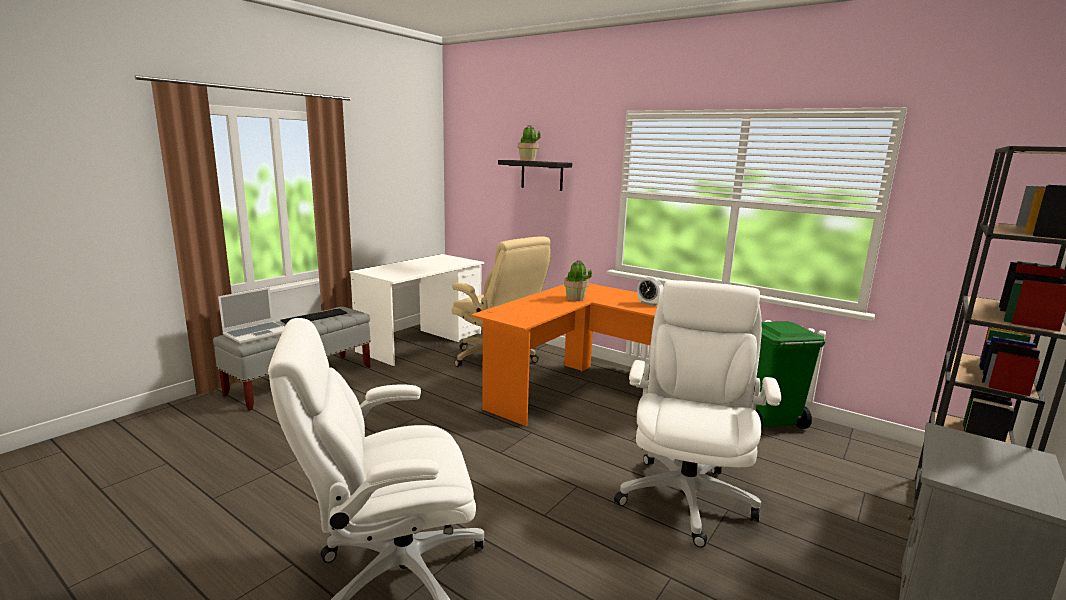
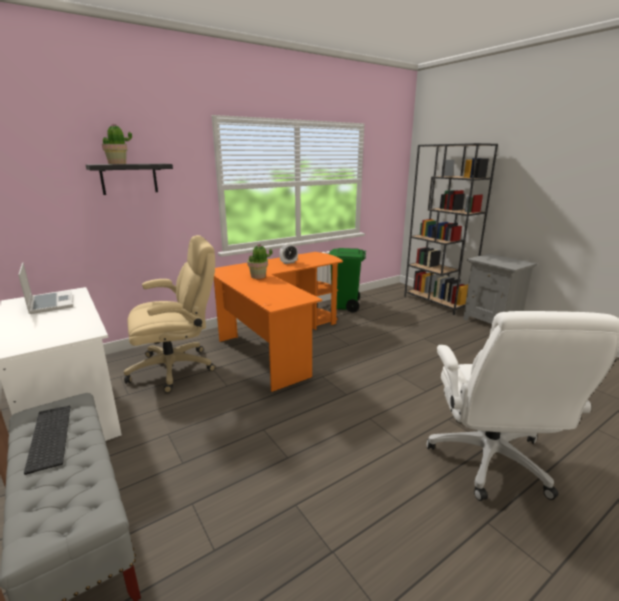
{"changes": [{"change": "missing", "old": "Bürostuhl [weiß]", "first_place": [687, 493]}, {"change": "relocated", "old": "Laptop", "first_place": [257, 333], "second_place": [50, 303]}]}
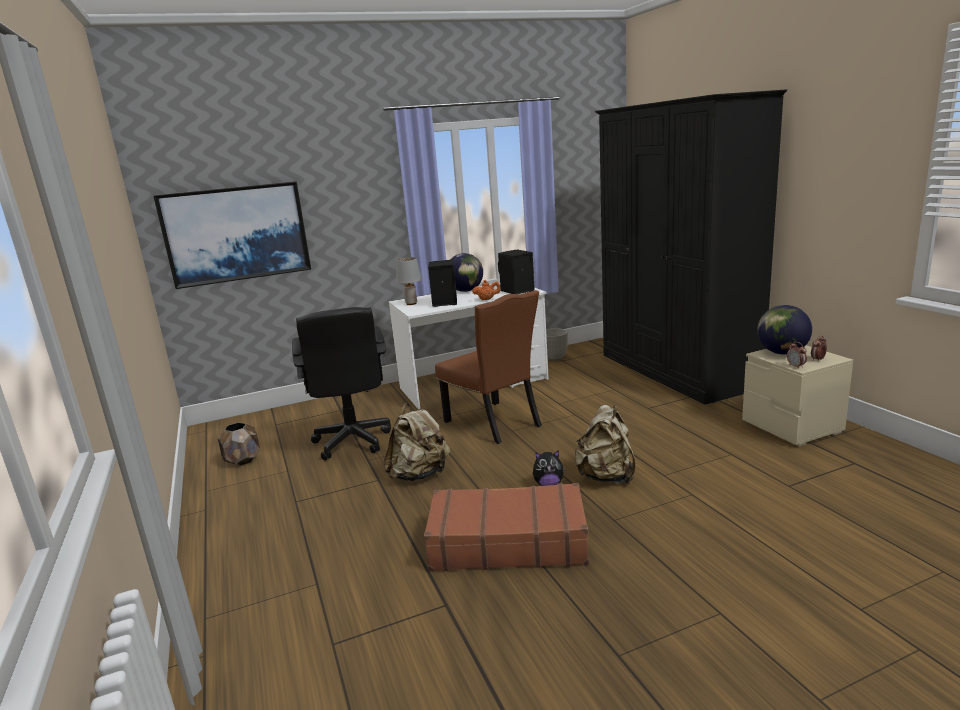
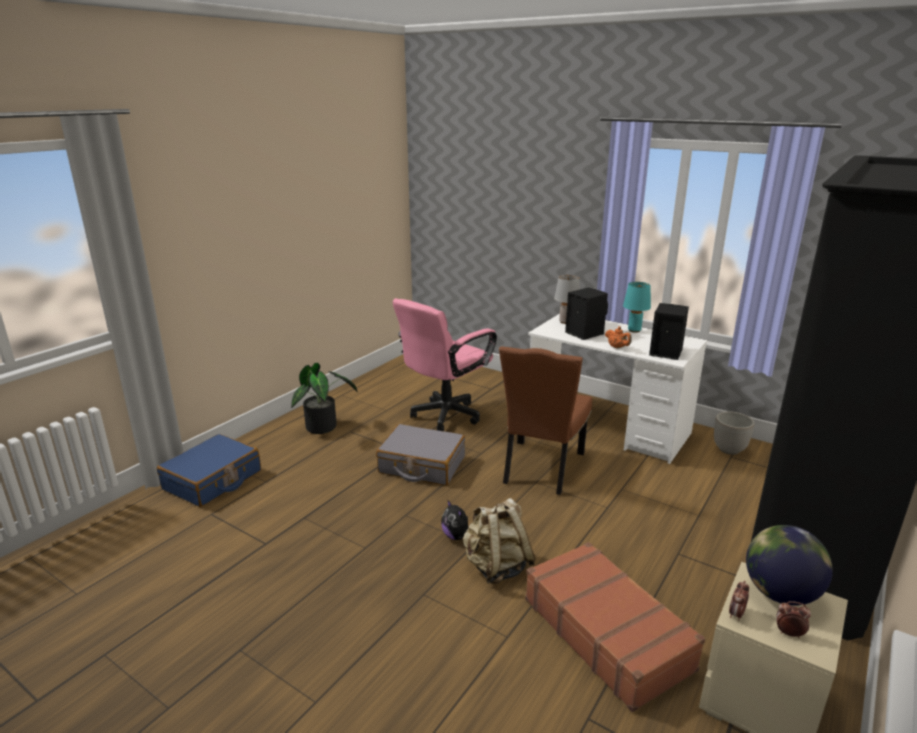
{"changes": [{"change": "missing", "old": "Bild", "first_place": [236, 233]}, {"change": "exchanged", "old": "Globus", "new": "Tischlampe [türkis]", "first_place": [466, 291], "second_place": [634, 330]}, {"change": "colour", "old": "Bürostuhl [schwarz]", "new": "Bürostuhl [rosa]", "first_place": [353, 444], "second_place": [444, 418]}, {"change": "exchanged", "old": "Rucksack [beige]", "new": "Koffer [grau]", "first_place": [419, 475], "second_place": [421, 465]}, {"change": "missing", "old": "Pflanzkübel [braun]", "first_place": [243, 460]}, {"change": "relocated", "old": "Koffer [braun]", "first_place": [507, 542], "second_place": [606, 632]}, {"change": "appeared", "new": "Topfpflanze", "second_place": [325, 427]}, {"change": "appeared", "new": "Koffer [blau]", "second_place": [213, 480]}]}
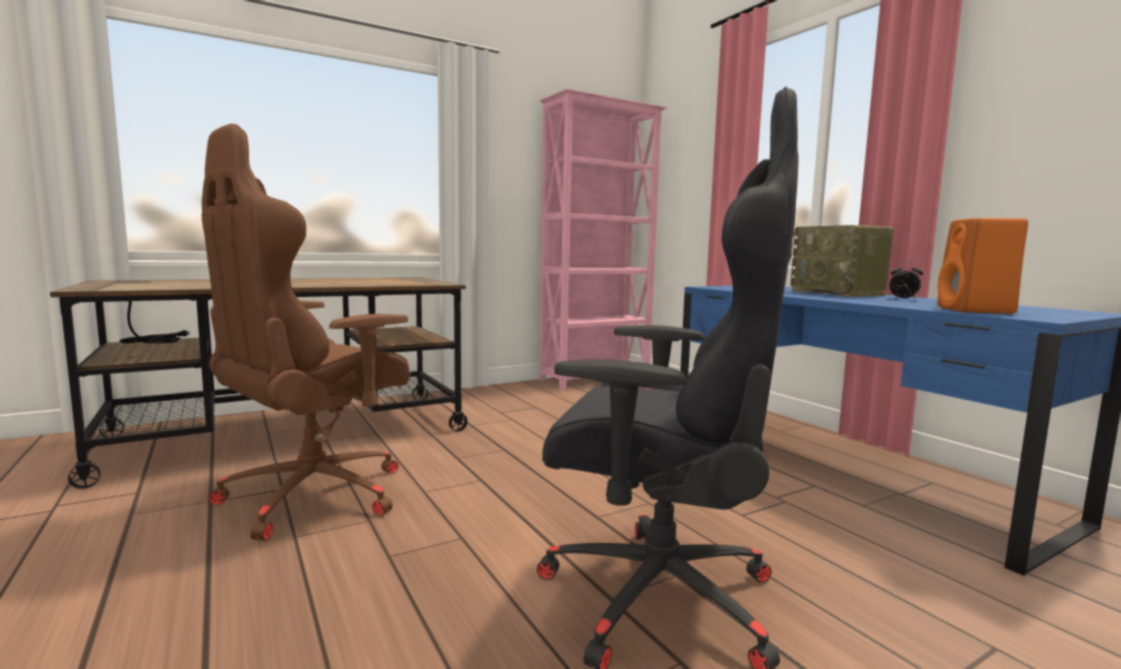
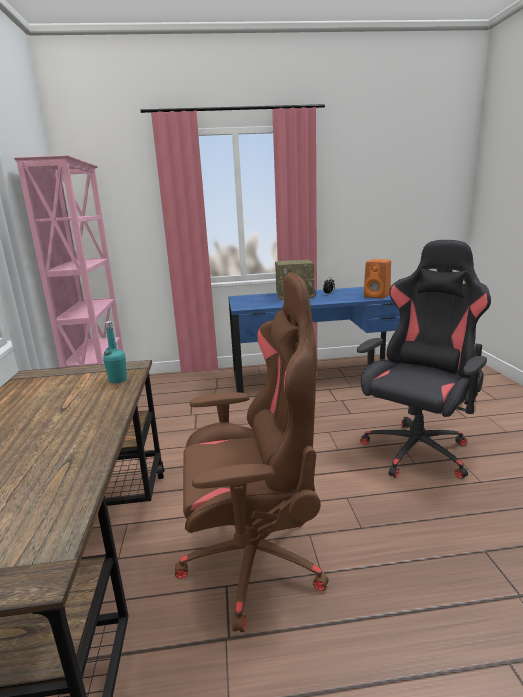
{"changes": [{"change": "spun", "old": "Bürostuhl [braun]", "first_place": [316, 495], "second_place": [251, 563], "degrees": -75}, {"change": "appeared", "new": "Flasche [türkis]", "second_place": [118, 380]}]}
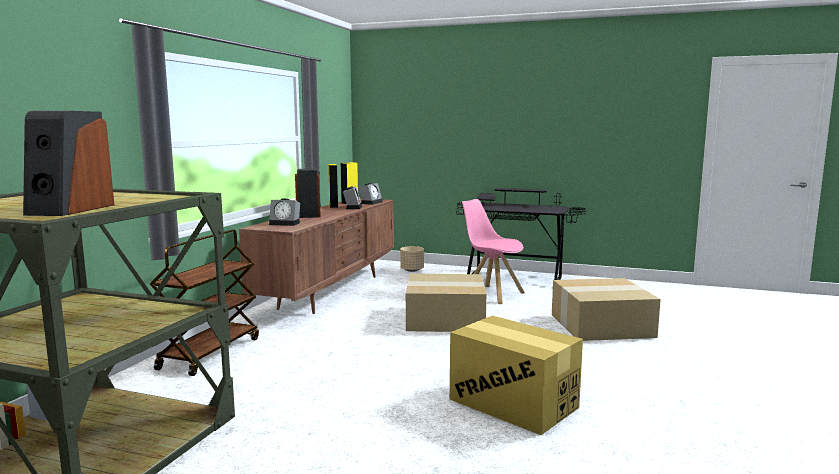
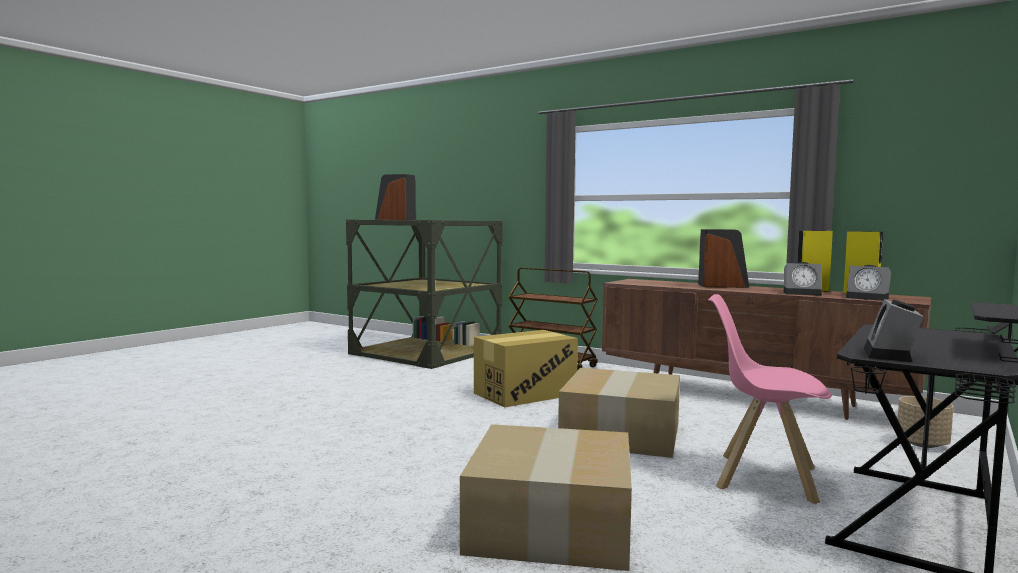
{"changes": [{"change": "relocated", "old": "Wecker", "first_place": [286, 223], "second_place": [891, 355]}, {"change": "spun", "old": "Stuhl [rosa]", "first_place": [491, 294], "second_place": [762, 477], "degrees": -120}, {"change": "relocated", "old": "Karton", "first_place": [513, 403], "second_place": [525, 394]}]}
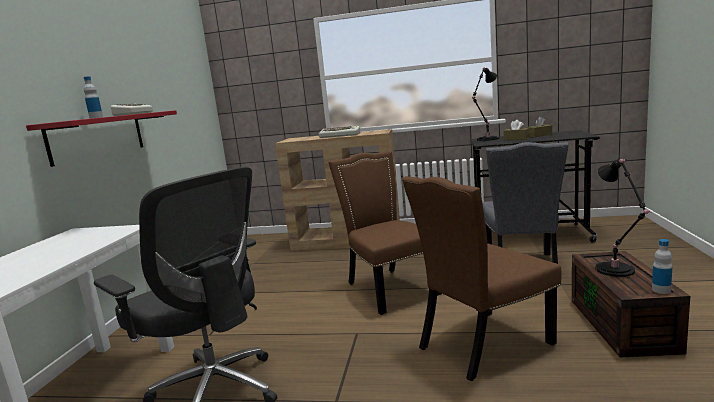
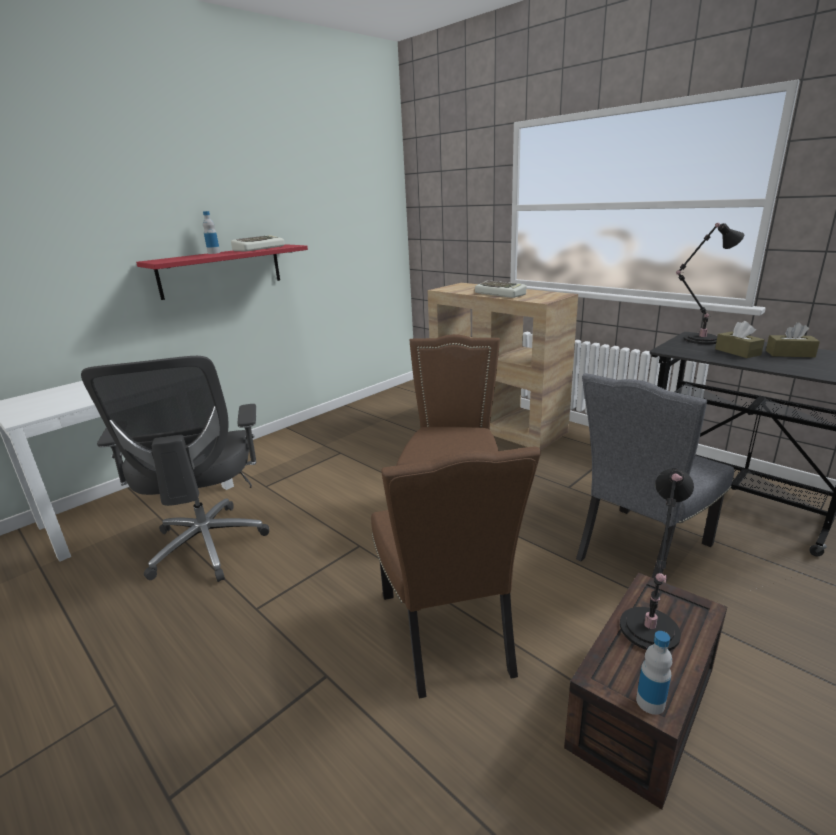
{"changes": [{"change": "spun", "old": "Stuhl [braun]", "first_place": [485, 343], "second_place": [448, 628], "degrees": -105}]}
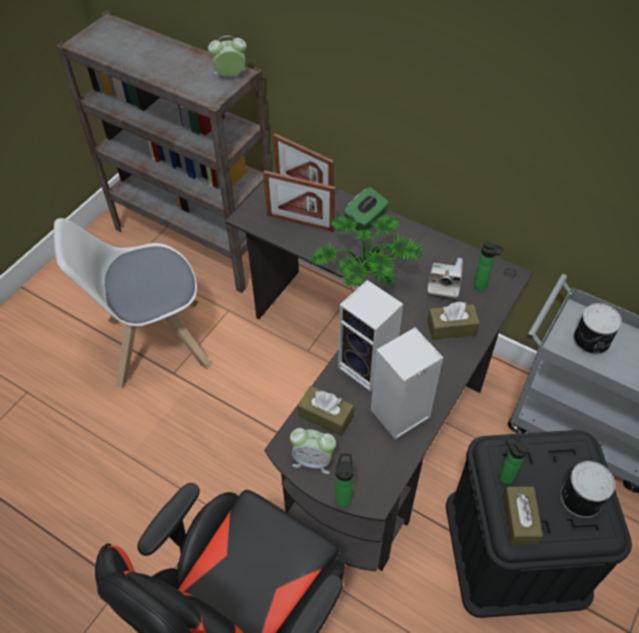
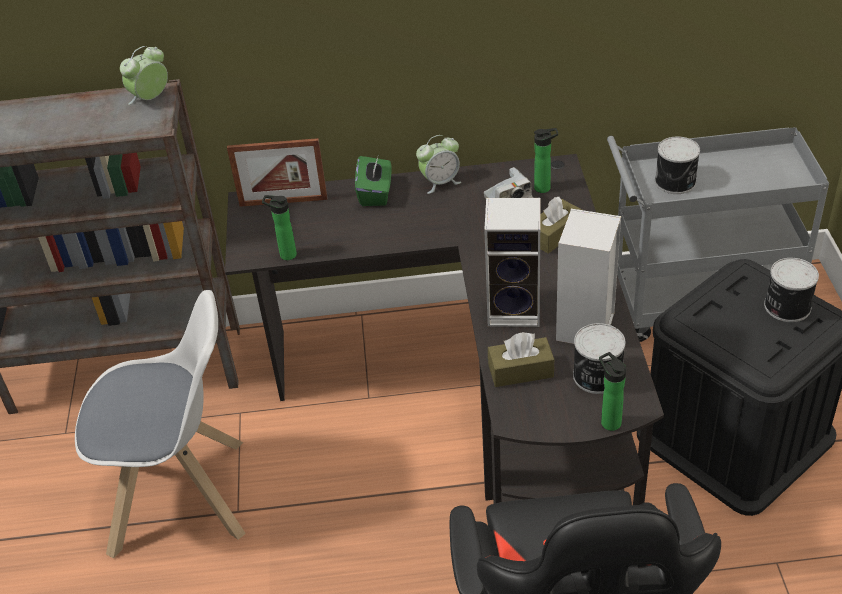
{"changes": [{"change": "missing", "old": "Bilderrahmen", "first_place": [300, 222]}, {"change": "missing", "old": "Topfpflanze", "first_place": [365, 277]}, {"change": "spun", "old": "Stuhl", "first_place": [155, 343], "second_place": [183, 496], "degrees": -135}, {"change": "relocated", "old": "Wecker", "first_place": [313, 460], "second_place": [440, 182]}, {"change": "relocated", "old": "Flasche", "first_place": [504, 475], "second_place": [285, 255]}, {"change": "missing", "old": "Taschentuchbox [braun]", "first_place": [519, 519]}, {"change": "appeared", "new": "Dose", "second_place": [597, 376]}]}
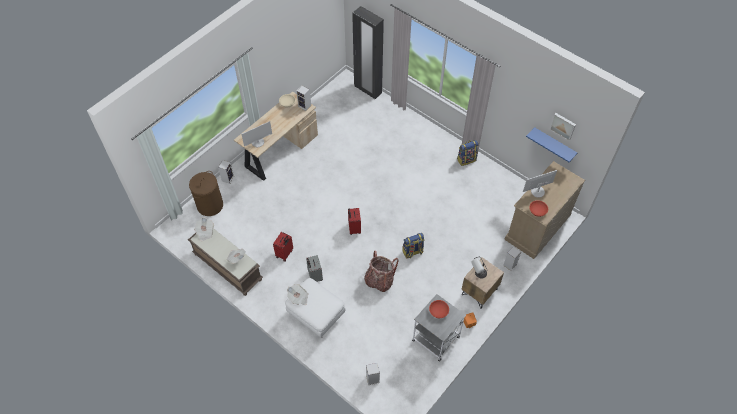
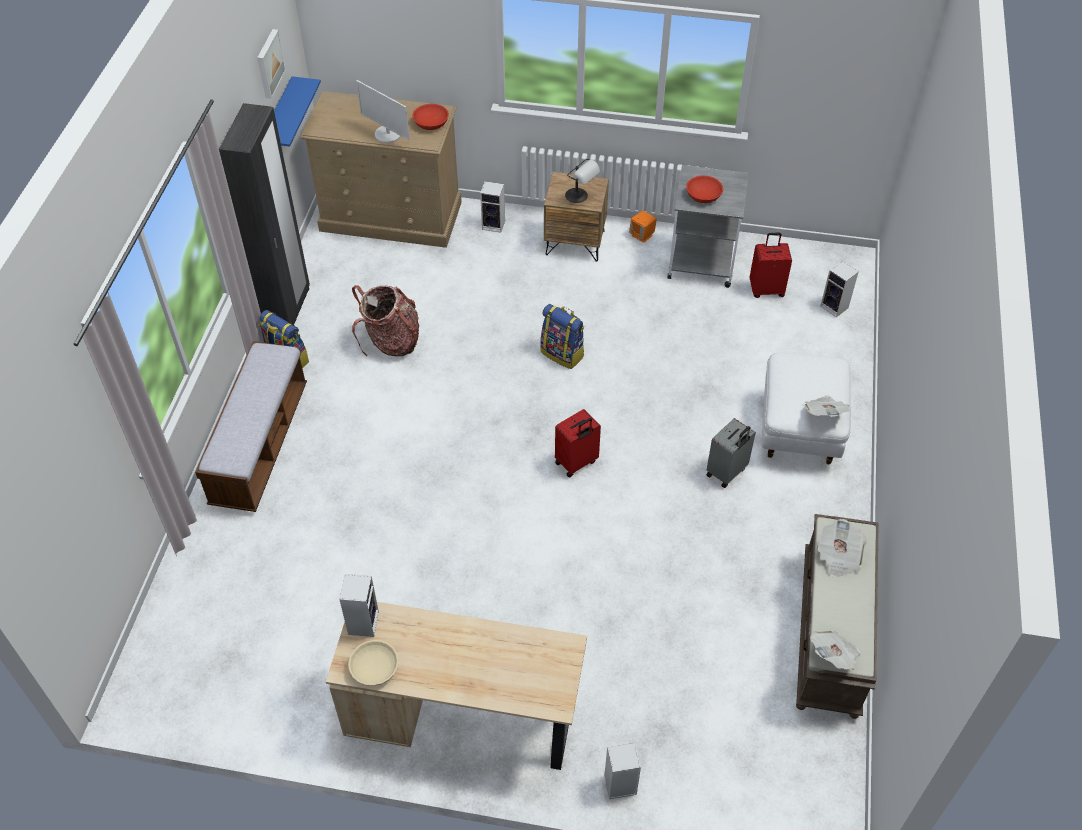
{"changes": [{"change": "relocated", "old": "Kleiderschrank [schwarz]", "first_place": [367, 90], "second_place": [288, 310]}, {"change": "missing", "old": "Monitor", "first_place": [258, 142]}, {"change": "missing", "old": "Wäschekorb [braun]", "first_place": [210, 205]}, {"change": "relocated", "old": "Koffer [rot]", "first_place": [285, 254], "second_place": [766, 289]}, {"change": "relocated", "old": "Rucksack", "first_place": [379, 280], "second_place": [391, 341]}, {"change": "appeared", "new": "Bank", "second_place": [260, 444]}]}
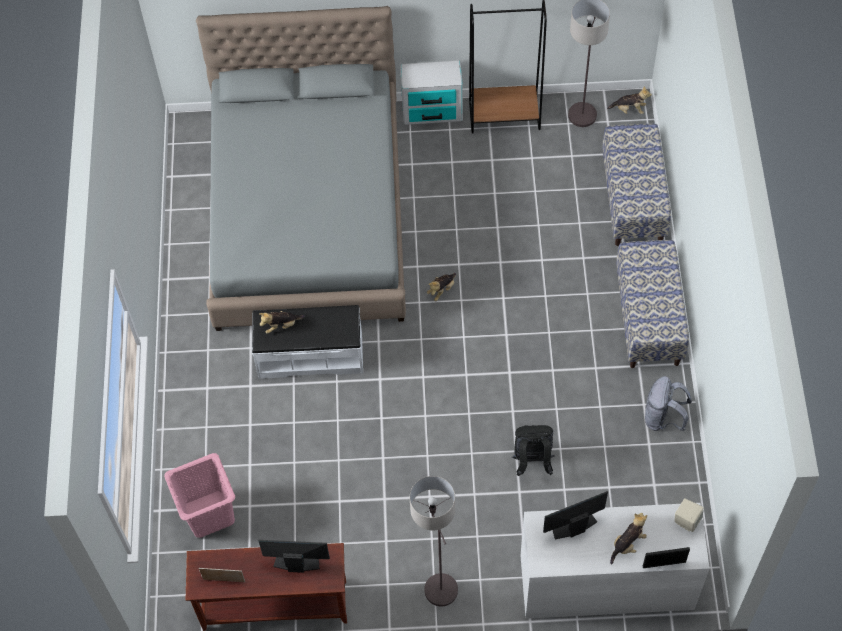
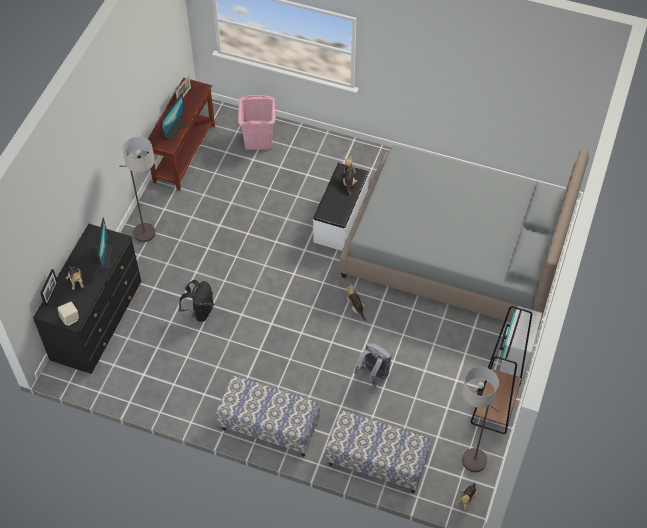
{"changes": [{"change": "relocated", "old": "Rucksack [grau]", "first_place": [663, 418], "second_place": [373, 374]}, {"change": "colour", "old": "Kommode [weiß]", "new": "Kommode [schwarz]", "first_place": [605, 581], "second_place": [97, 319]}]}
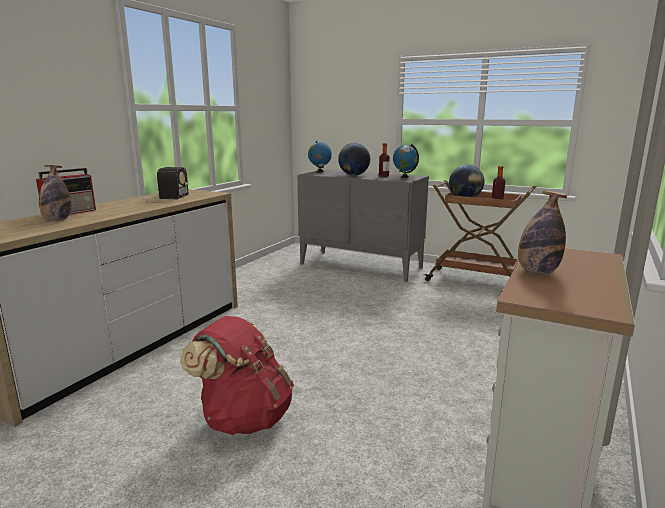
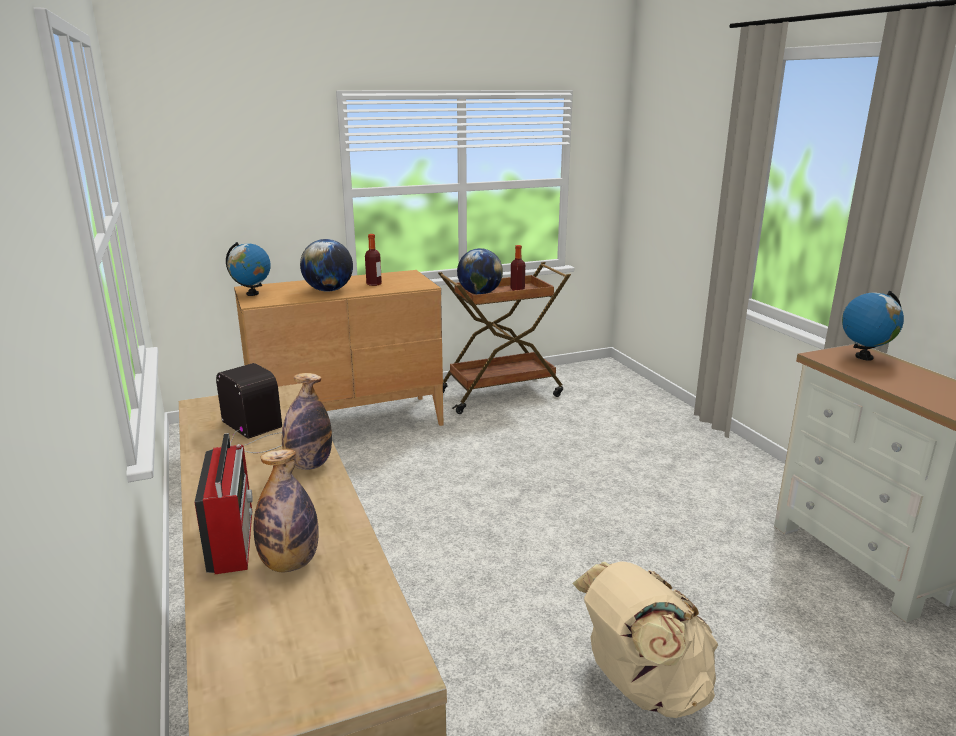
{"changes": [{"change": "relocated", "old": "Globus", "first_place": [405, 177], "second_place": [864, 357]}, {"change": "colour", "old": "Schrank [grau]", "new": "Schrank [braun]", "first_place": [360, 266], "second_place": [348, 425]}, {"change": "relocated", "old": "Flasche", "first_place": [537, 272], "second_place": [308, 465]}, {"change": "colour", "old": "Rucksack [rot]", "new": "Rucksack [beige]", "first_place": [244, 418], "second_place": [642, 686]}]}
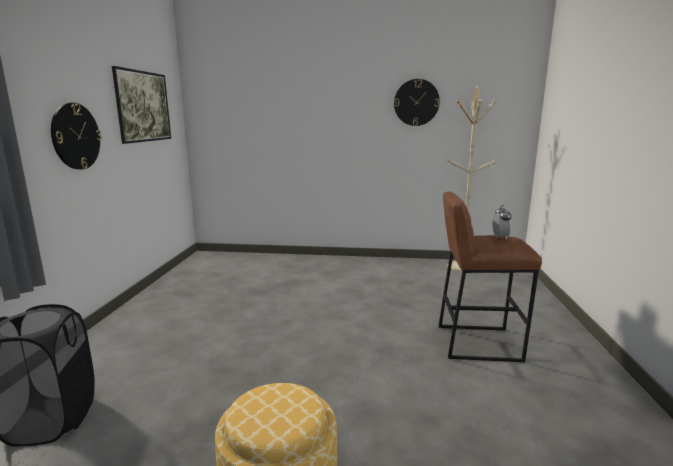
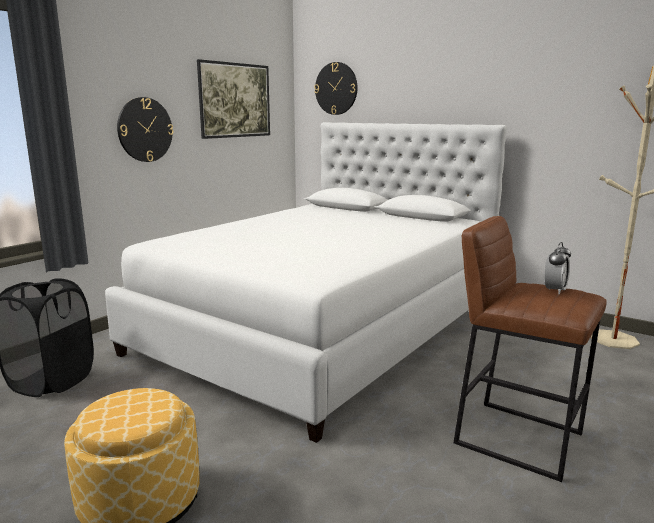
{"changes": [{"change": "relocated", "old": "Wanduhr", "first_place": [416, 102], "second_place": [336, 88]}, {"change": "appeared", "new": "Bett [weiß]", "second_place": [325, 327]}]}
